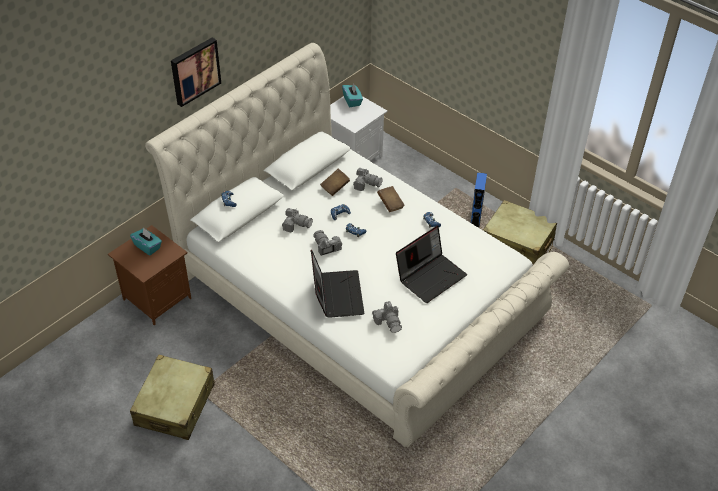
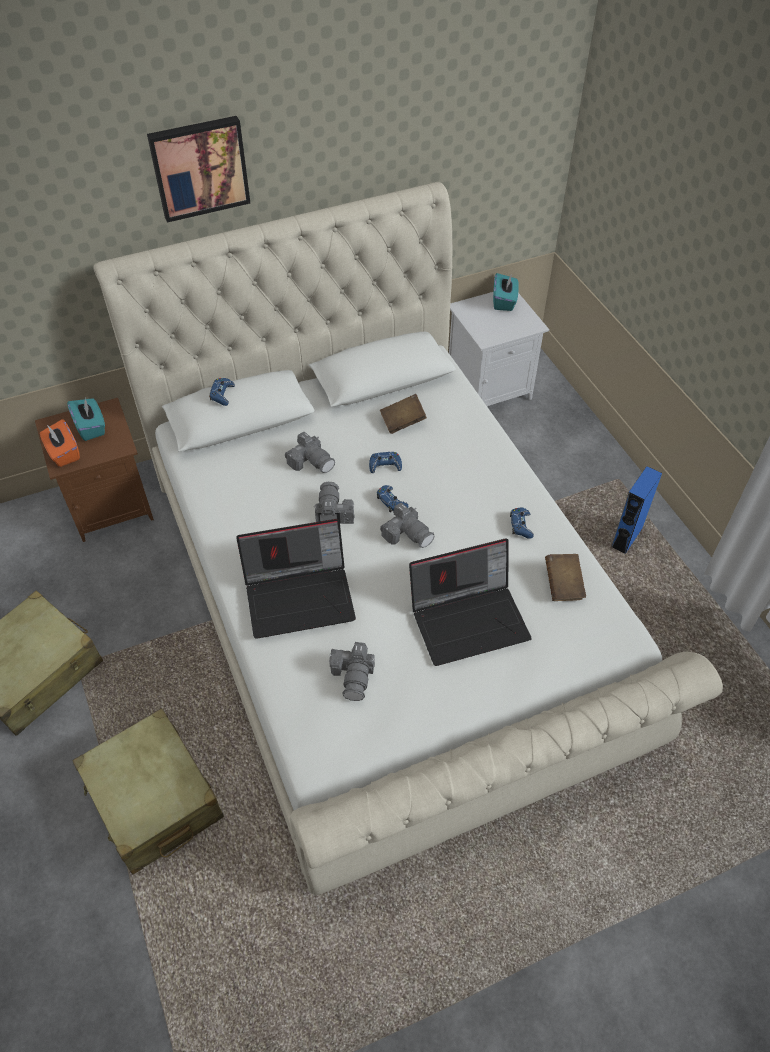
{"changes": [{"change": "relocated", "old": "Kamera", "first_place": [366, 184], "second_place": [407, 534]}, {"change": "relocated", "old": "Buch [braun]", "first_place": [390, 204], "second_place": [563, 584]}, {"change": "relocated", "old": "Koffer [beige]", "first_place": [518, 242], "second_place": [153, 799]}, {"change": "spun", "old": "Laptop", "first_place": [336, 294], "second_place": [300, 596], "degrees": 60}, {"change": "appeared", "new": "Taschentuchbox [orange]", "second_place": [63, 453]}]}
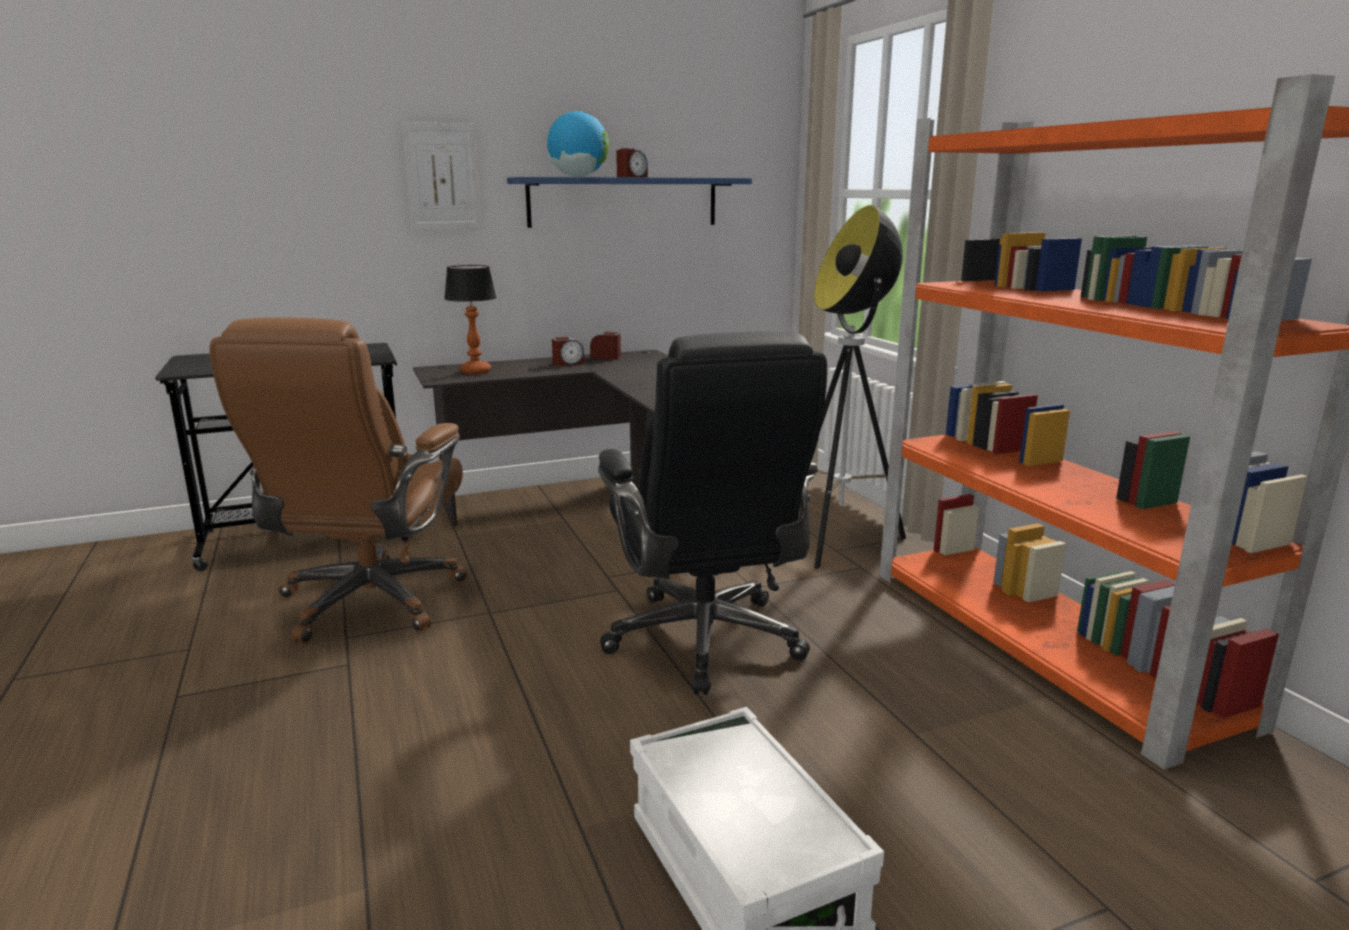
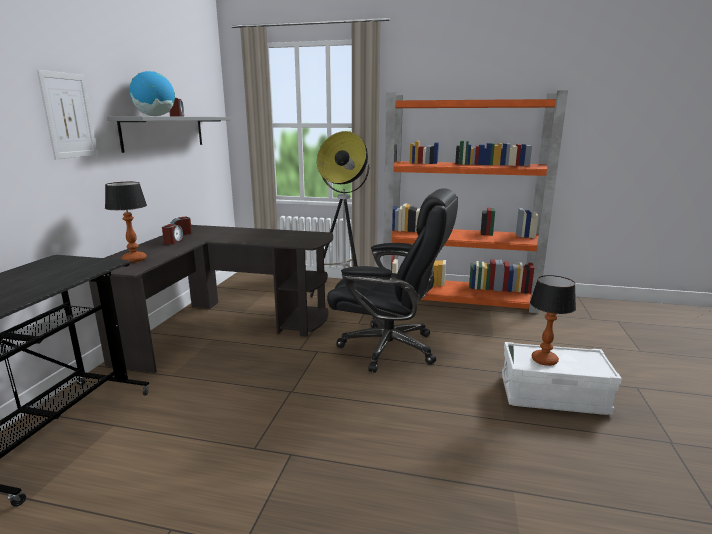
{"changes": [{"change": "colour", "old": "Wandregal [blau]", "new": "Wandregal [grau]", "first_place": [624, 202], "second_place": [164, 132]}, {"change": "missing", "old": "Bürostuhl [braun]", "first_place": [372, 600]}, {"change": "appeared", "new": "Tischlampe", "second_place": [544, 360]}]}
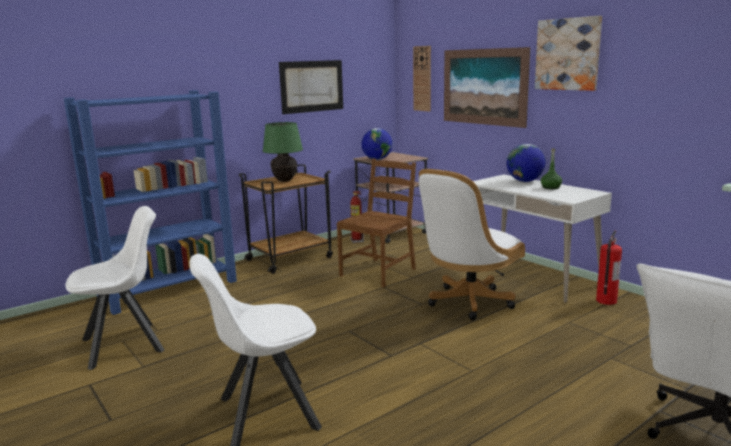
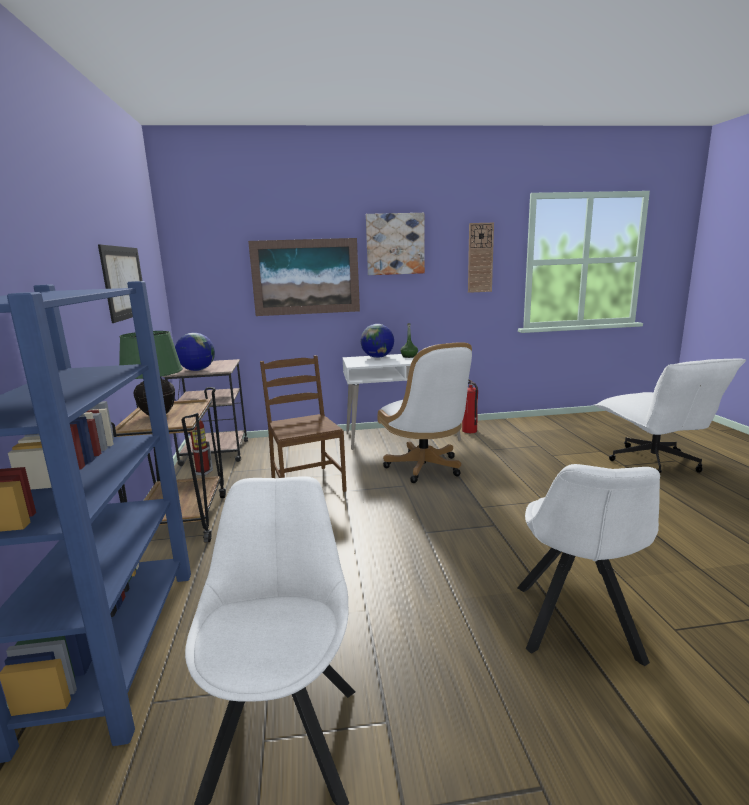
{"changes": [{"change": "relocated", "old": "Wanduhr", "first_place": [422, 78], "second_place": [480, 258]}]}
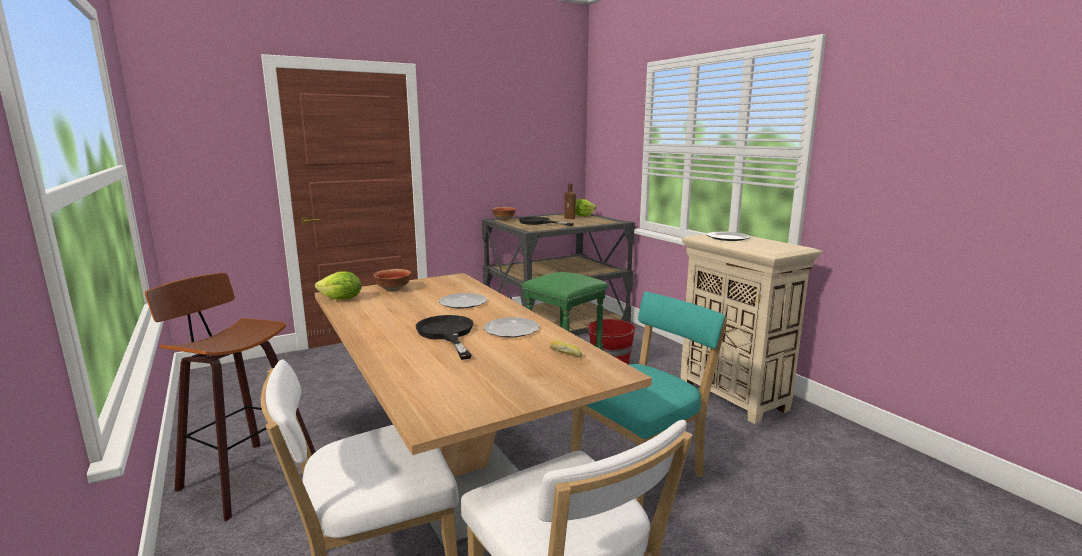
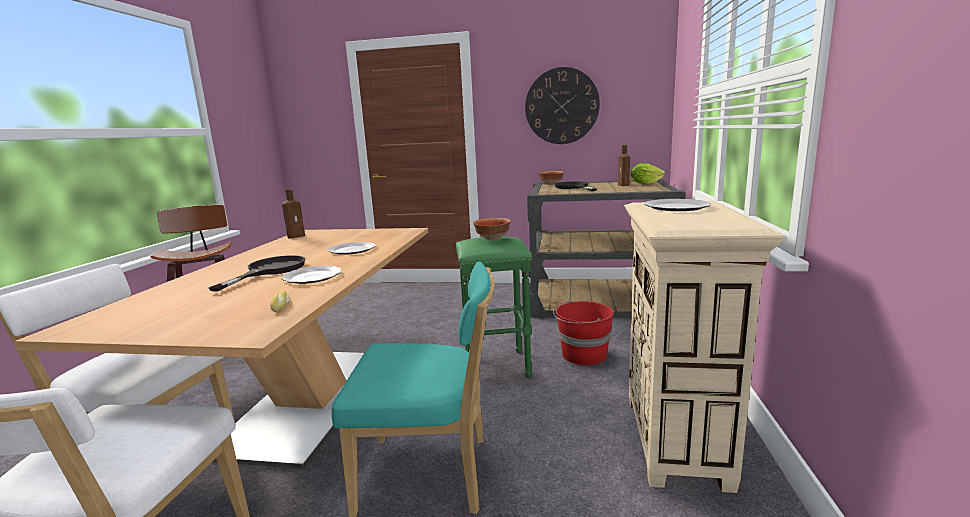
{"changes": [{"change": "relocated", "old": "Schüssel", "first_place": [394, 290], "second_place": [493, 239]}, {"change": "exchanged", "old": "Salatkopf", "new": "Flasche [braun]", "first_place": [341, 299], "second_place": [297, 236]}, {"change": "appeared", "new": "Wanduhr", "second_place": [562, 106]}]}
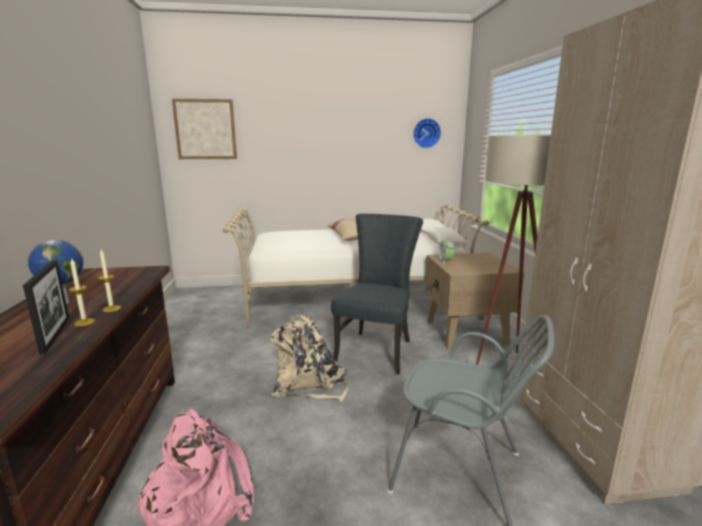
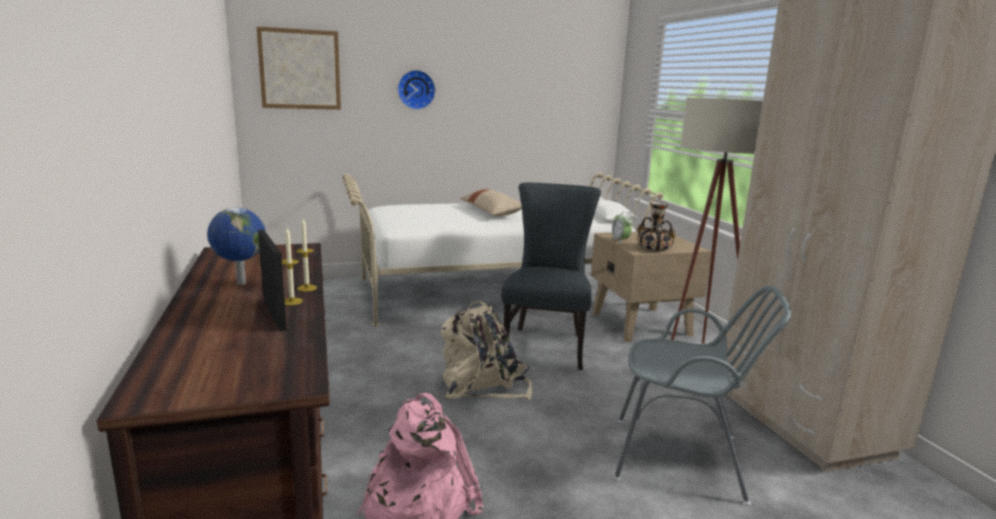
{"changes": [{"change": "relocated", "old": "Wanduhr", "first_place": [426, 133], "second_place": [416, 89]}, {"change": "appeared", "new": "Vase", "second_place": [654, 248]}]}
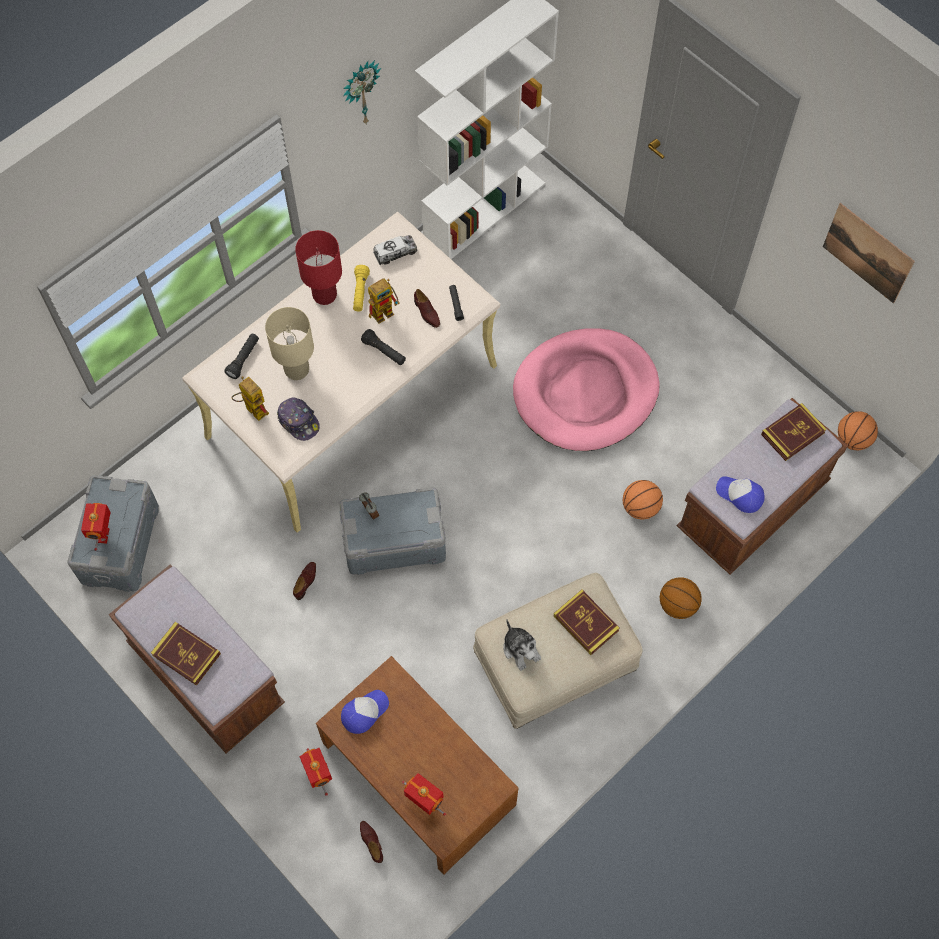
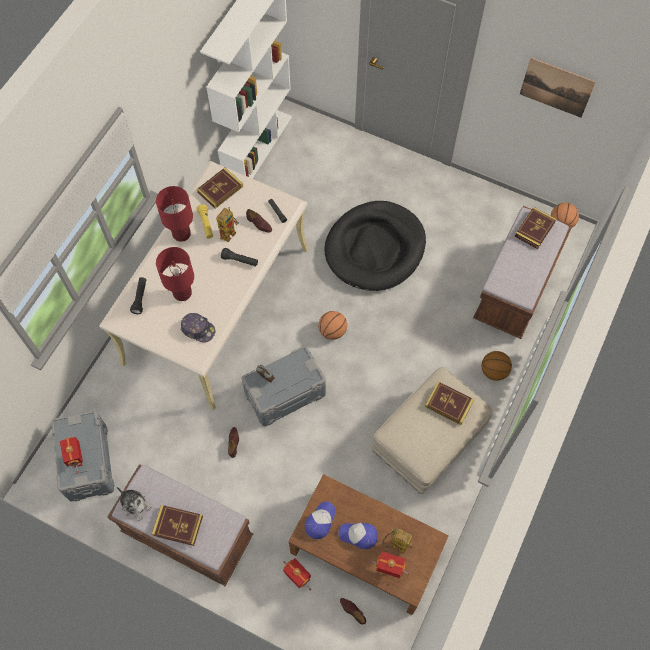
{"changes": [{"change": "missing", "old": "Wanduhr", "first_place": [360, 93]}, {"change": "exchanged", "old": "Spielzeuglaster", "new": "Buch", "first_place": [395, 253], "second_place": [220, 189]}, {"change": "colour", "old": "Tischlampe [beige]", "new": "Tischlampe [rot]", "first_place": [297, 371], "second_place": [183, 294]}, {"change": "colour", "old": "Hundebett [rosa]", "new": "Hundebett [schwarz]", "first_place": [585, 392], "second_place": [375, 248]}, {"change": "relocated", "old": "Spielzeugroboter", "first_place": [252, 409], "second_place": [395, 544]}, {"change": "relocated", "old": "Kappe", "first_place": [740, 495], "second_place": [358, 535]}, {"change": "relocated", "old": "Basketball", "first_place": [640, 507], "second_place": [332, 331]}, {"change": "relocated", "old": "Plüschtier", "first_place": [521, 649], "second_place": [135, 504]}]}
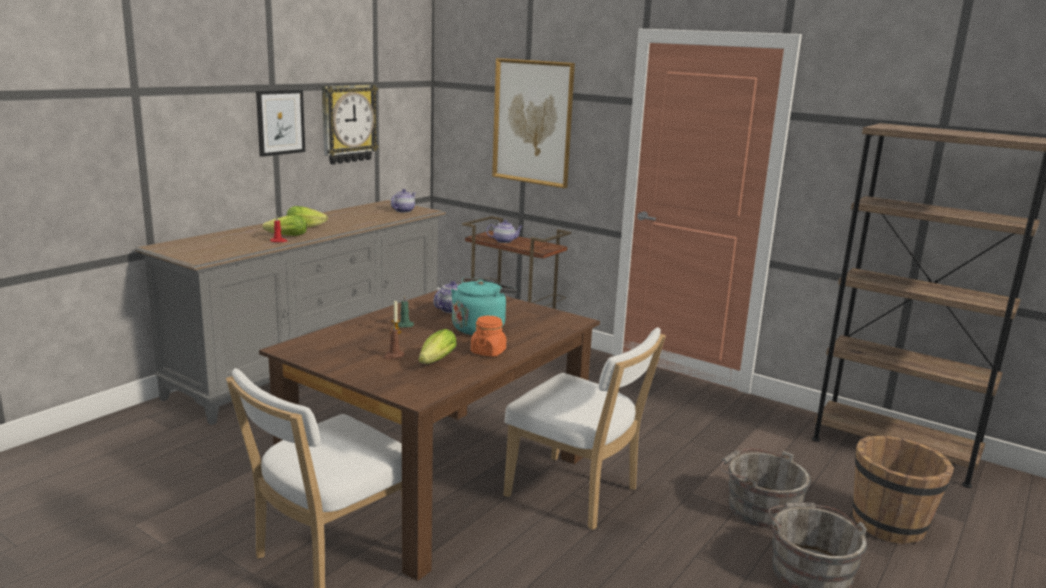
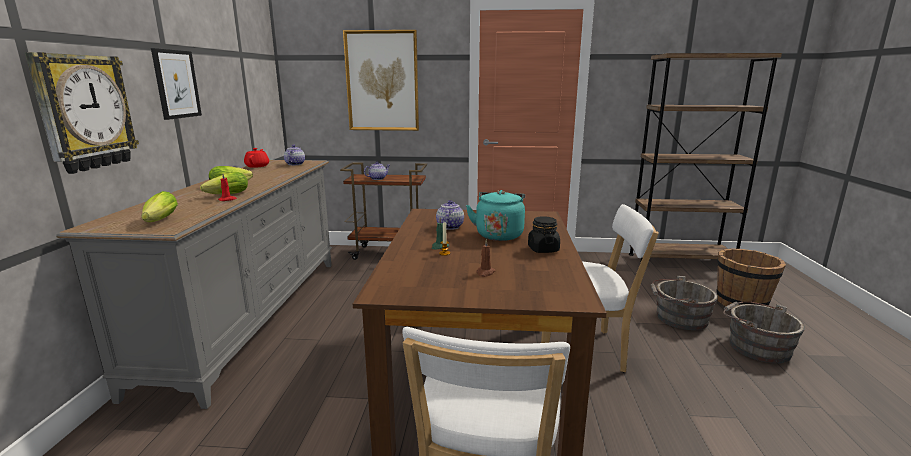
{"changes": [{"change": "relocated", "old": "Wanduhr", "first_place": [348, 123], "second_place": [84, 112]}, {"change": "colour", "old": "Vorratsglas [orange]", "new": "Vorratsglas [schwarz]", "first_place": [488, 352], "second_place": [543, 249]}, {"change": "relocated", "old": "Salatkopf", "first_place": [435, 362], "second_place": [159, 221]}, {"change": "appeared", "new": "Teekanne [rot]", "second_place": [257, 166]}]}
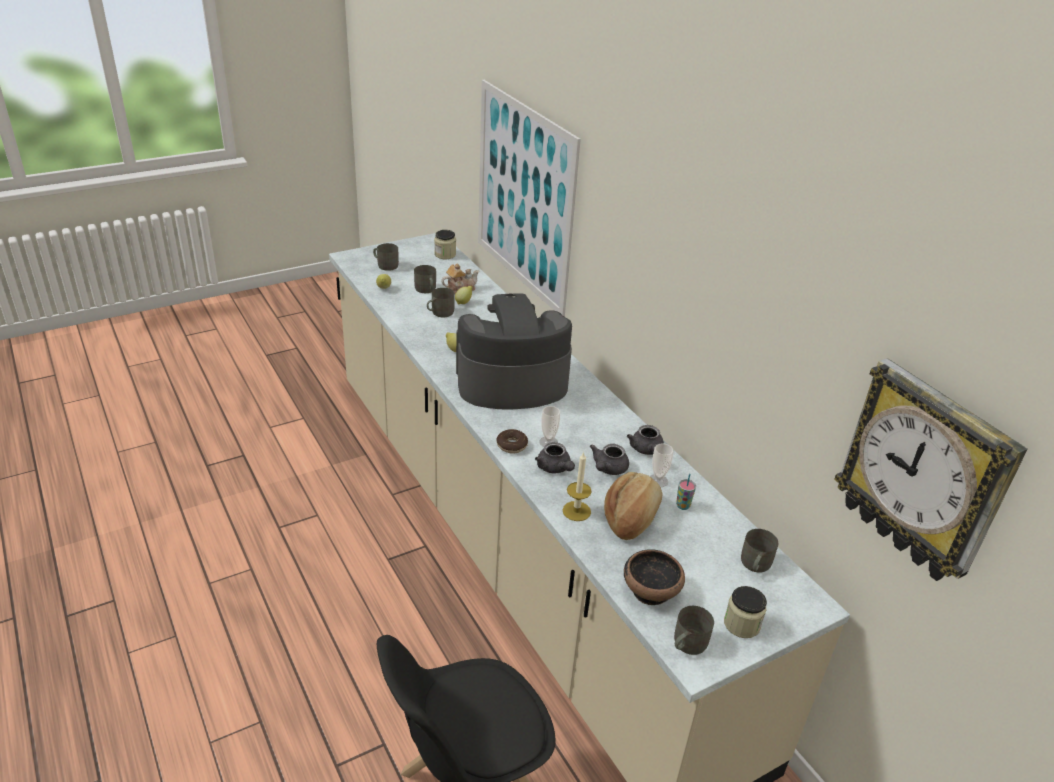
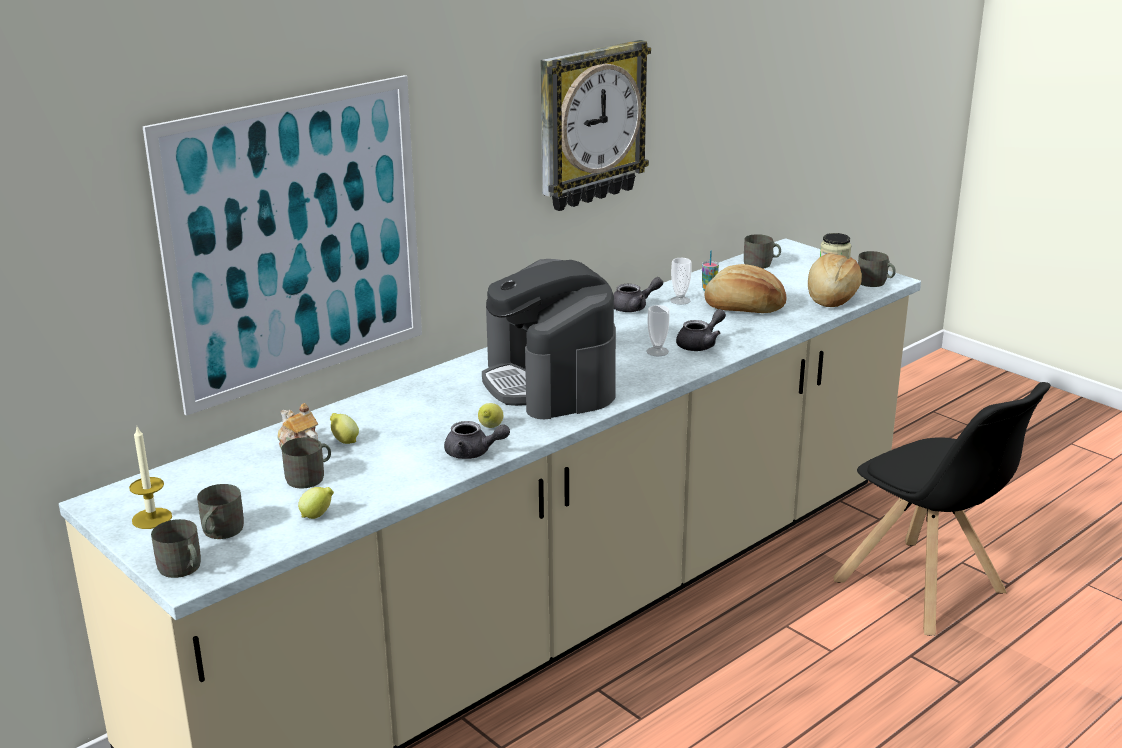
{"changes": [{"change": "missing", "old": "Vorratsglas", "first_place": [445, 254]}, {"change": "relocated", "old": "Henkelbecher [grau]", "first_place": [439, 312], "second_place": [182, 569]}, {"change": "relocated", "old": "Wanduhr", "first_place": [924, 473], "second_place": [590, 125]}, {"change": "missing", "old": "Donut", "first_place": [512, 445]}, {"change": "relocated", "old": "Teekanne [grau]", "first_place": [608, 469], "second_place": [473, 453]}, {"change": "relocated", "old": "Kerze", "first_place": [576, 511], "second_place": [152, 518]}, {"change": "exchanged", "old": "Schüssel", "new": "Brot", "first_place": [651, 591], "second_place": [831, 296]}]}
